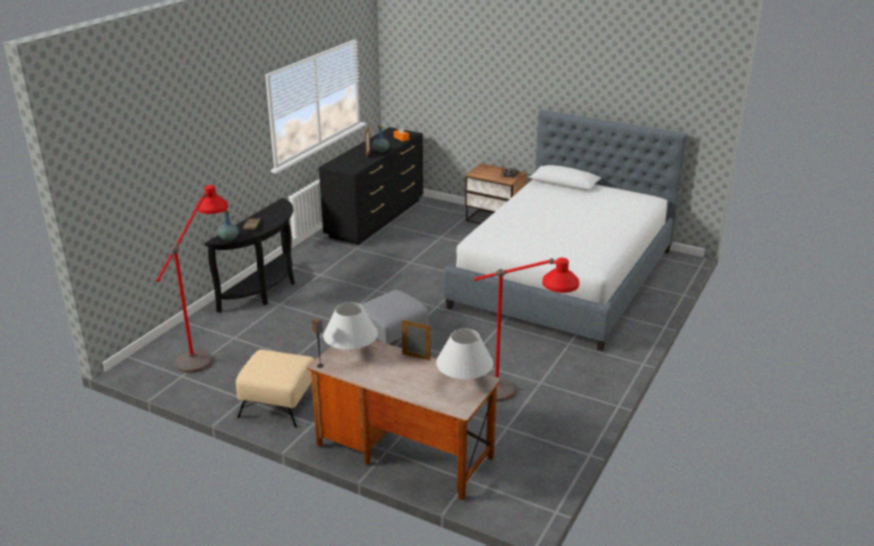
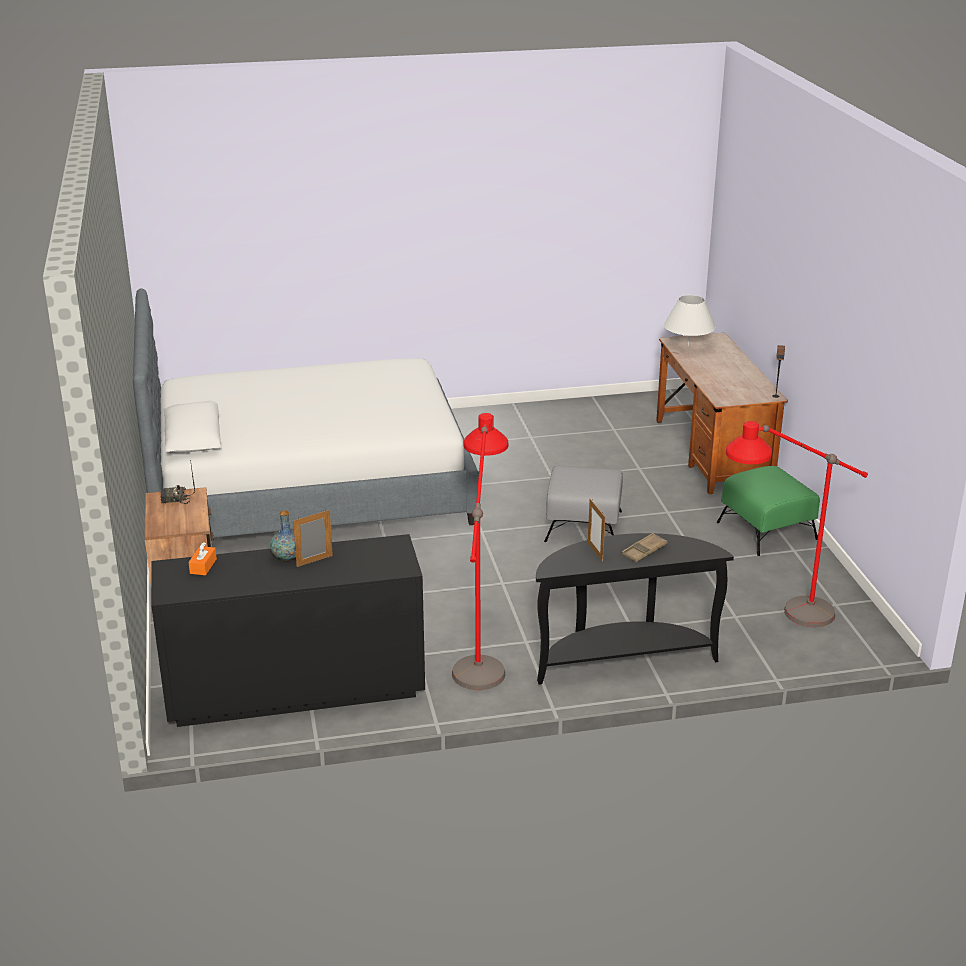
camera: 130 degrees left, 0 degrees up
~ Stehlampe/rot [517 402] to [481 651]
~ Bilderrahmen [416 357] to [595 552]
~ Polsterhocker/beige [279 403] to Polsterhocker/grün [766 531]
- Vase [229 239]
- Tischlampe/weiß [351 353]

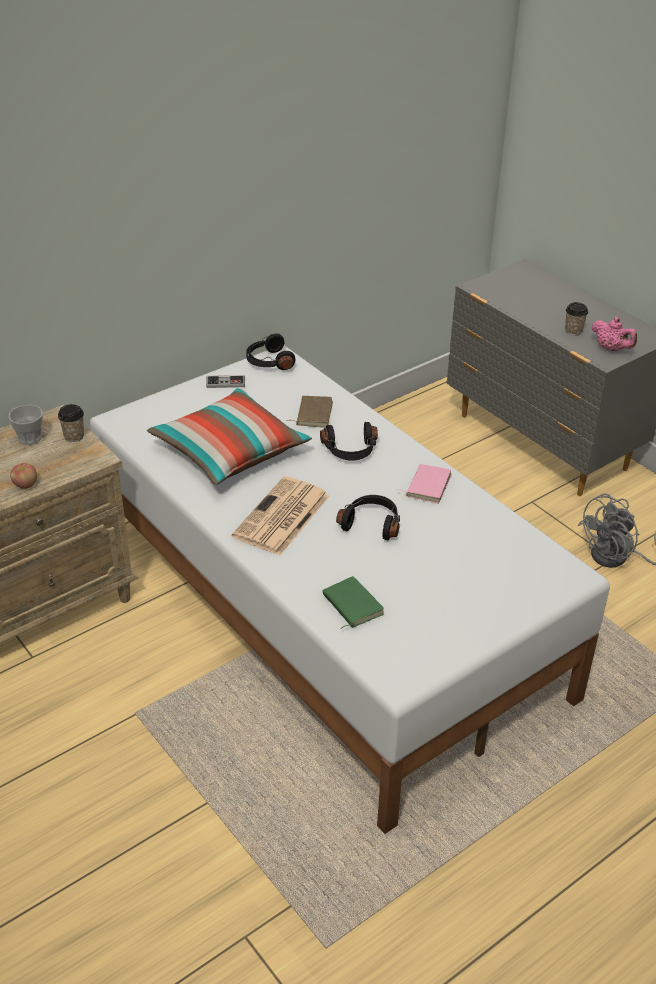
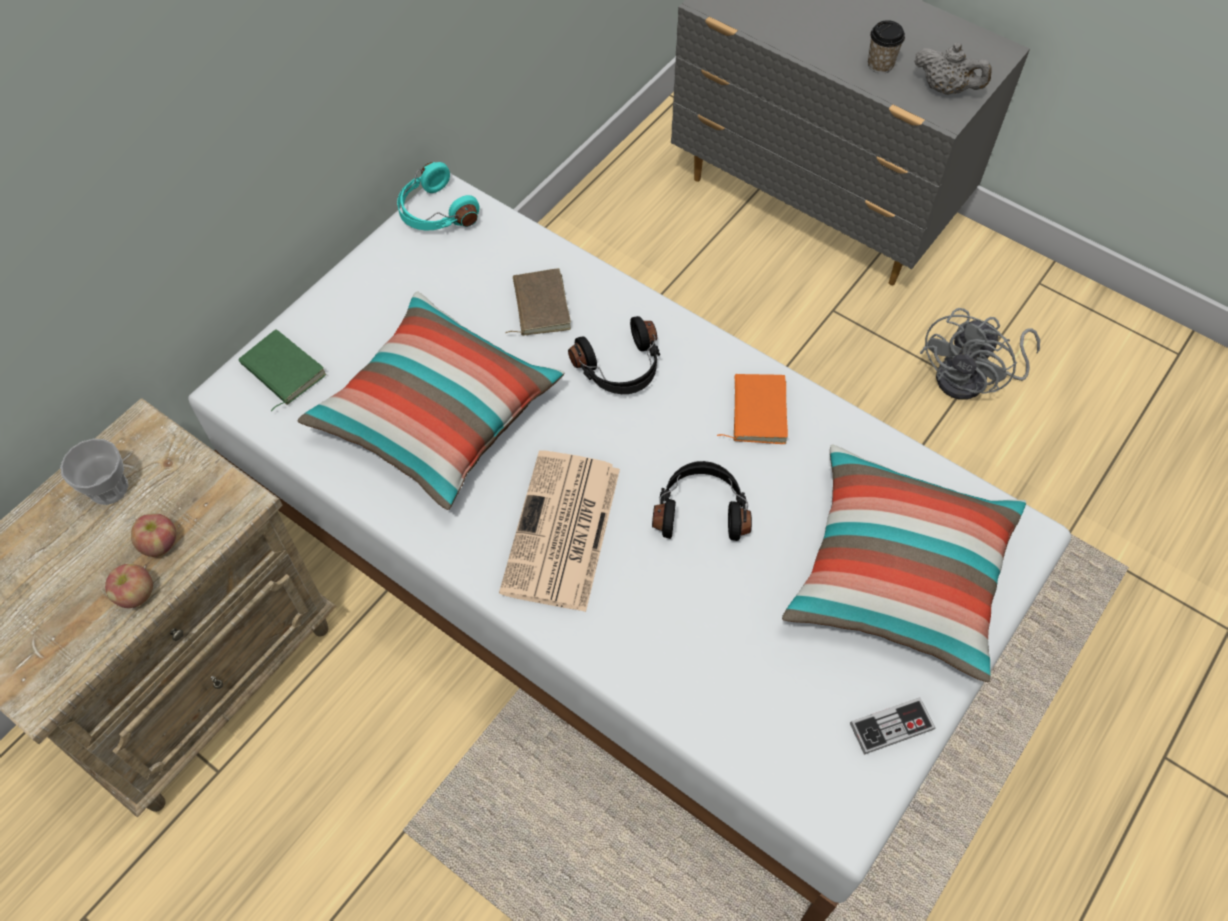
camera: 15 degrees left, 20 degrees up
+ Apfel [160 543]
~ Buch/grün [351 605] to [281 371]
~ Kopfhörer/schwarz [268 362] to Kopfhörer/türkis [435 212]
~ Buch/rosa [427 485] to Buch/orange [756 411]
+ Kissen [899 574]
~ Gamepad [225 383] to [891 726]
~ Teekanne/rosa [611 349] to Teekanne/grau [945 89]
- Tasse [74 436]

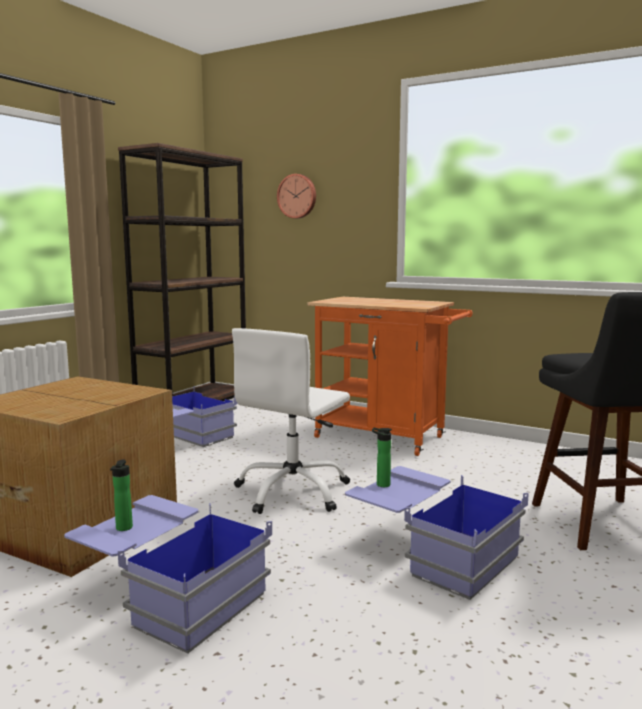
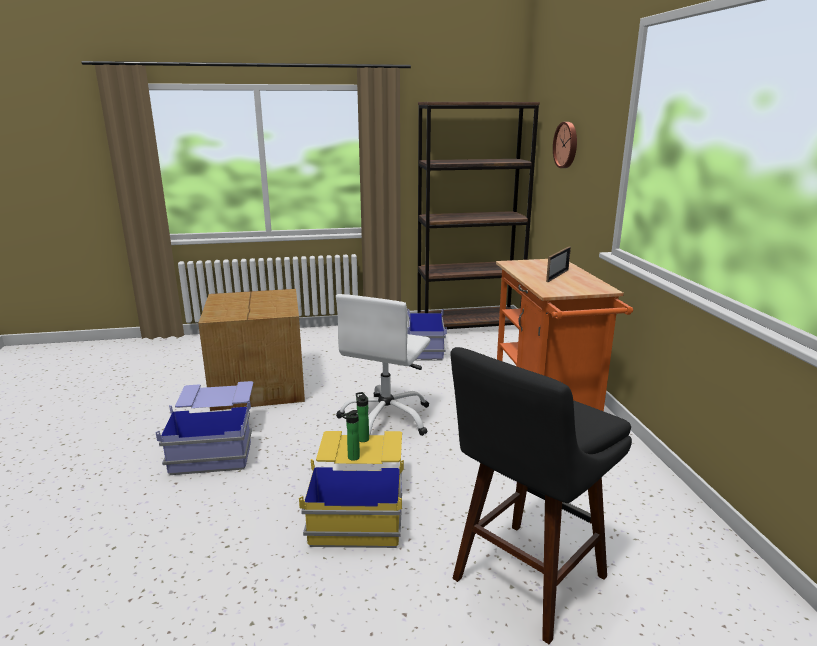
camera: 50 degrees right, 10 degrees up
~ Aufbewahrungsbox/blau [431 554] to Aufbewahrungsbox/gelb [359 507]
~ Bürostuhl/weiß [293 492] = [386 418] 60 degrees counterclockwise
~ Flasche [123 529] to [352 458]
+ Bilderrahmen [557 275]

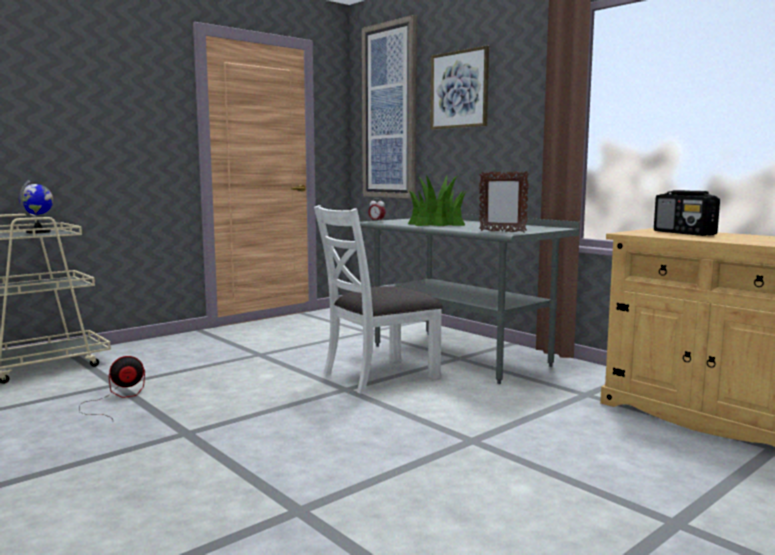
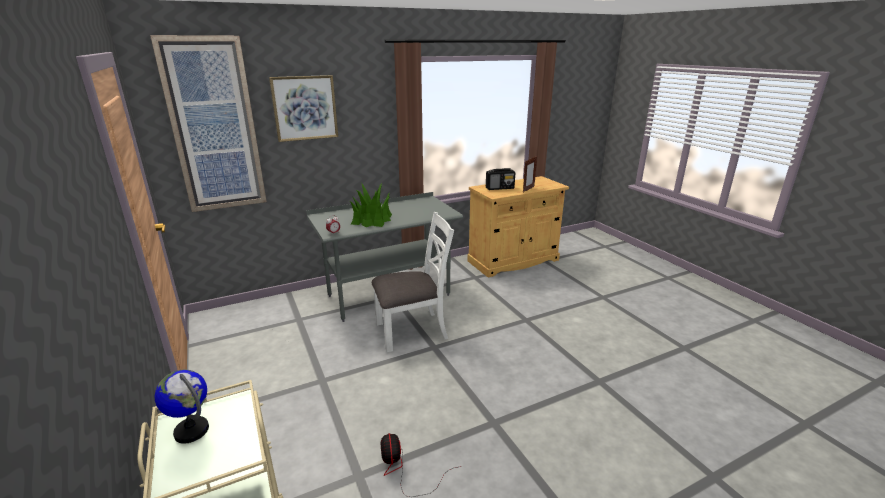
camera: 75 degrees left, 15 degrees up
~ Stuhl/weiß [379 375] = [412 330] 90 degrees counterclockwise
~ Bilderrahmen [502 231] to [528 189]

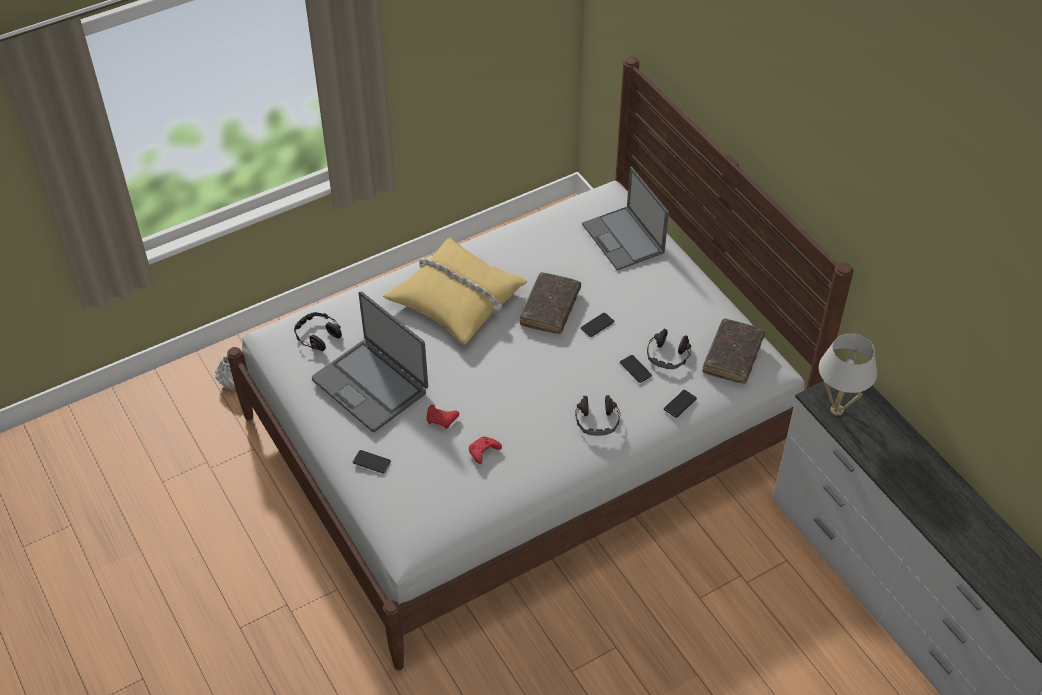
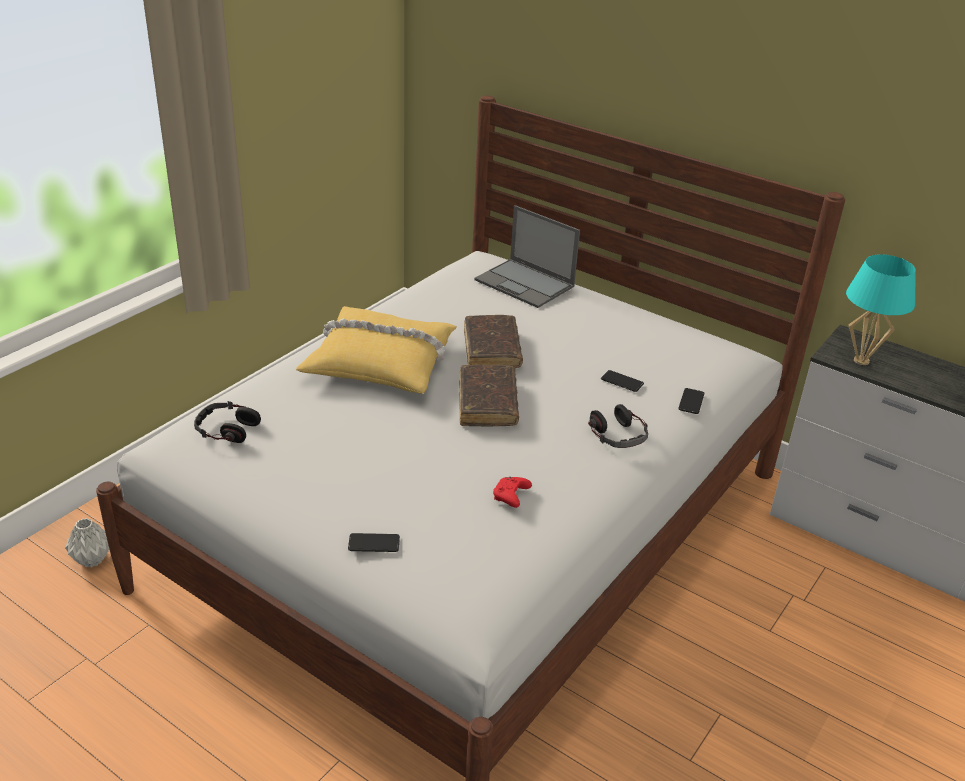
camera: 25 degrees left, 15 degrees down
~ Buch/braun [733 356] to [487 403]
~ Tischlampe/weiß [837 410] to Tischlampe/türkis [861 360]
- Laptop [371 385]
- Gamepad/rot [442 420]
- Handy [597 325]
- Kopfhörer [668 354]

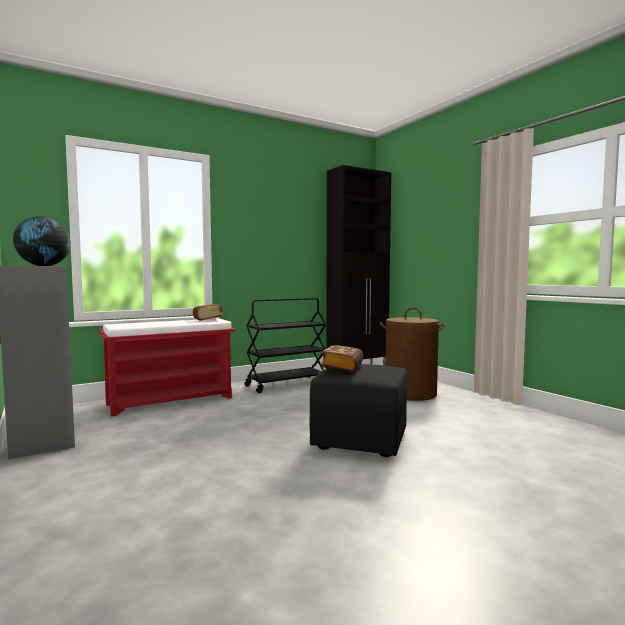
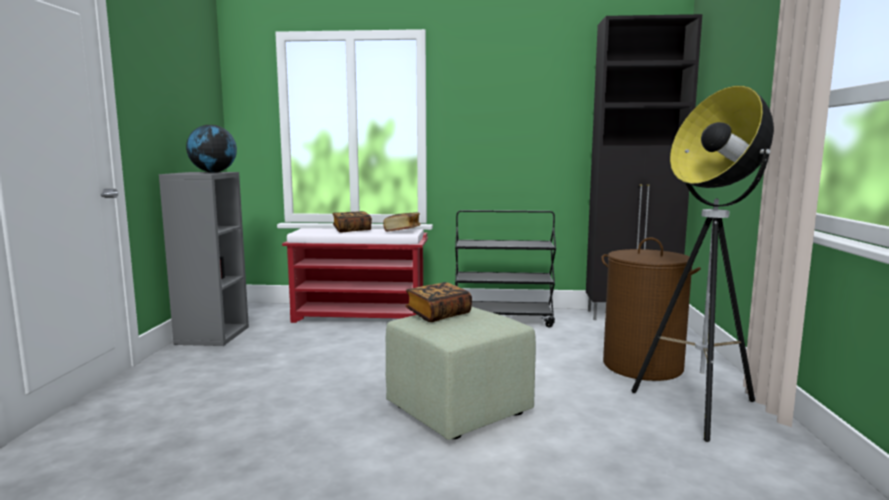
camera: 35 degrees right, 5 degrees up
+ Buch [352 230]
~ Polsterhocker/schwarz [360 441] to Polsterhocker/grün [458 411]
+ Stehlampe [700 410]

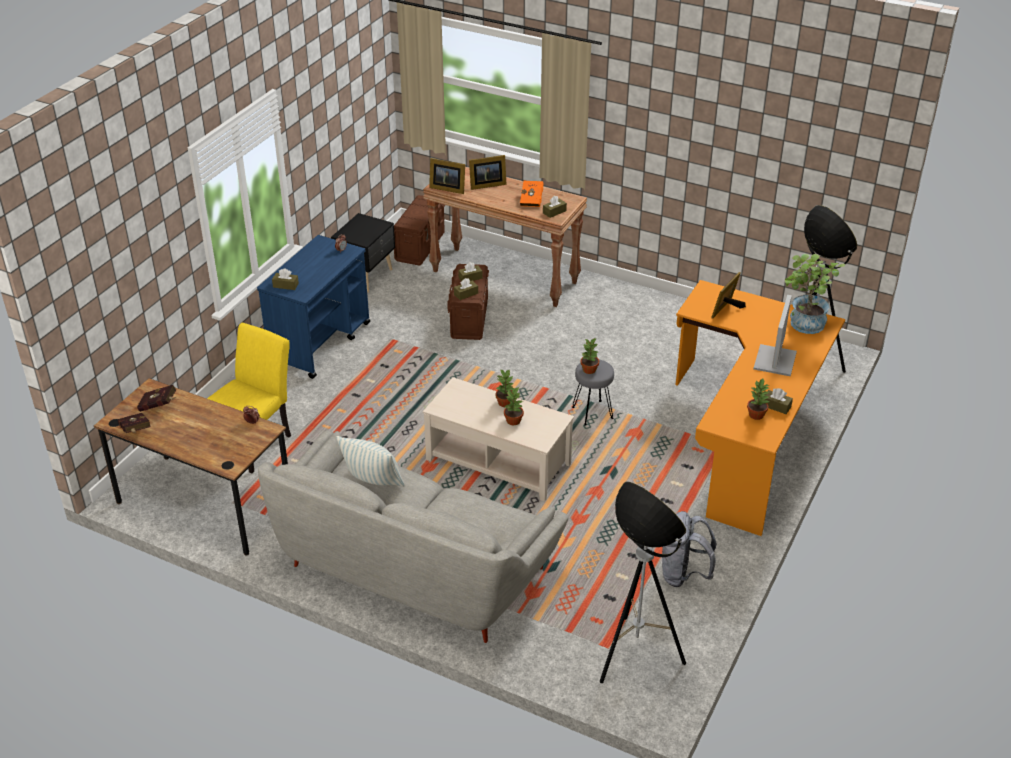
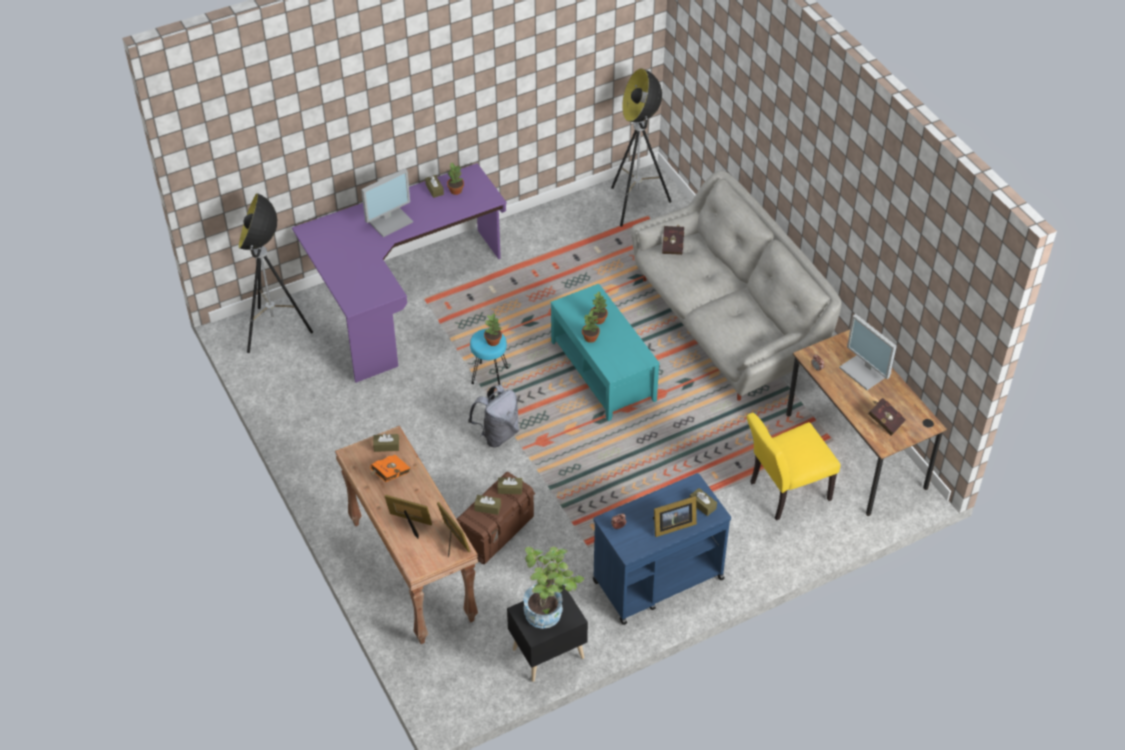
camera: 145 degrees left, 10 degrees up
~ Schreibtisch/orange [748 436] to Schreibtisch/lila [398 297]
~ Rucksack/grau [683 575] to [497 434]
~ Hocker/grau [592 412] to Hocker/türkis [489 376]
~ Topfpflanze [803 326] to [549 612]
~ Couchtisch/beige [498 462] to Couchtisch/türkis [603 371]
~ Bilderrahmen [727 309] to [672 526]
~ Buch/rot [135 432] to [673 245]
+ Monitor [866 371]
- Kissen [373 482]
- Aufbewahrungsbox/braun [420 247]

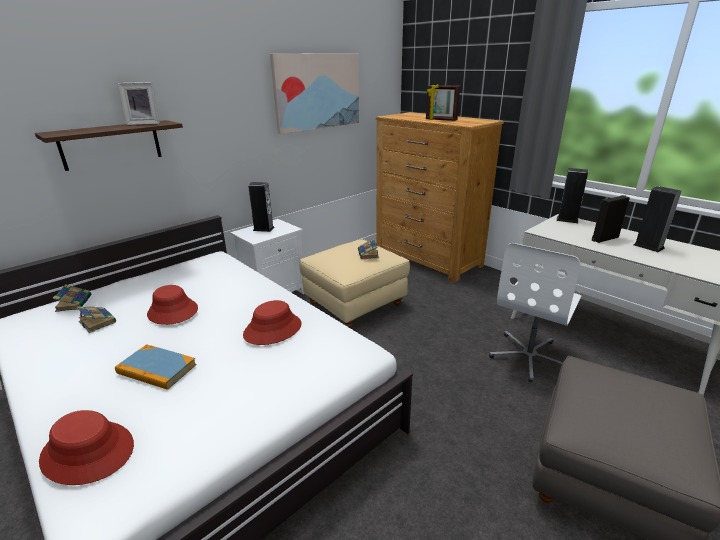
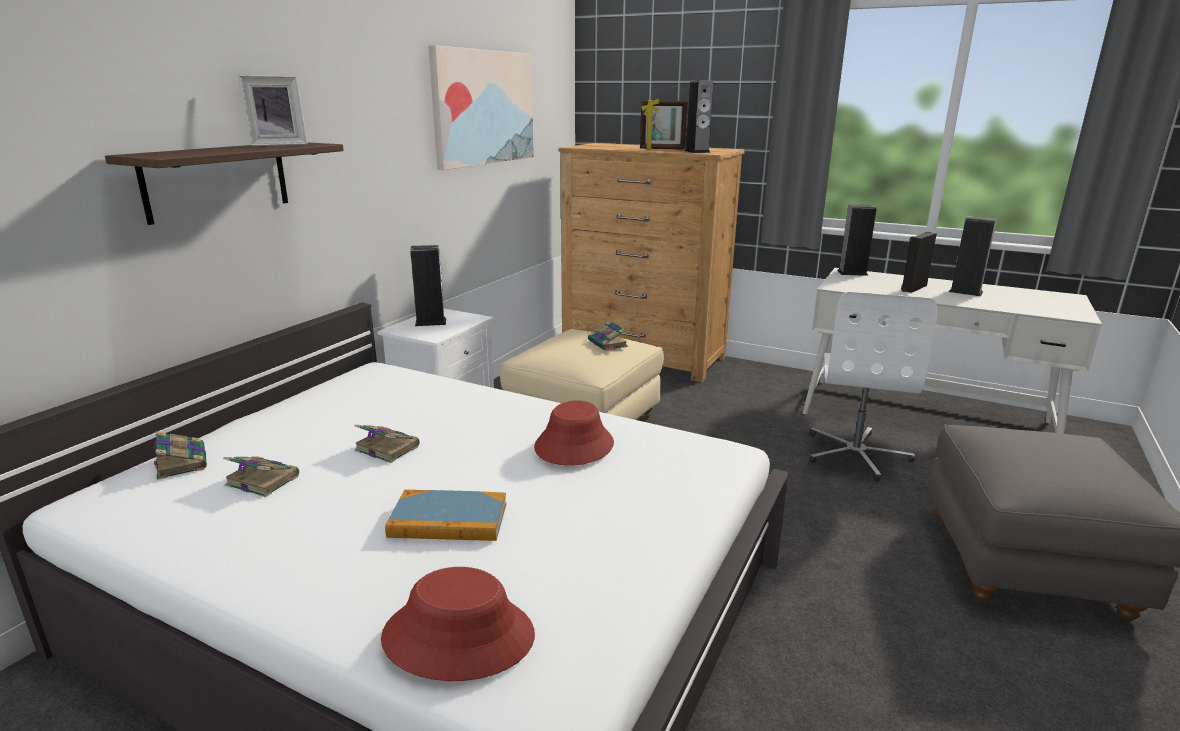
camera: 20 degrees left, 5 degrees down
~ Hut/rot [172 312] to Buch [386 448]
+ Lautsprecher [697 151]

